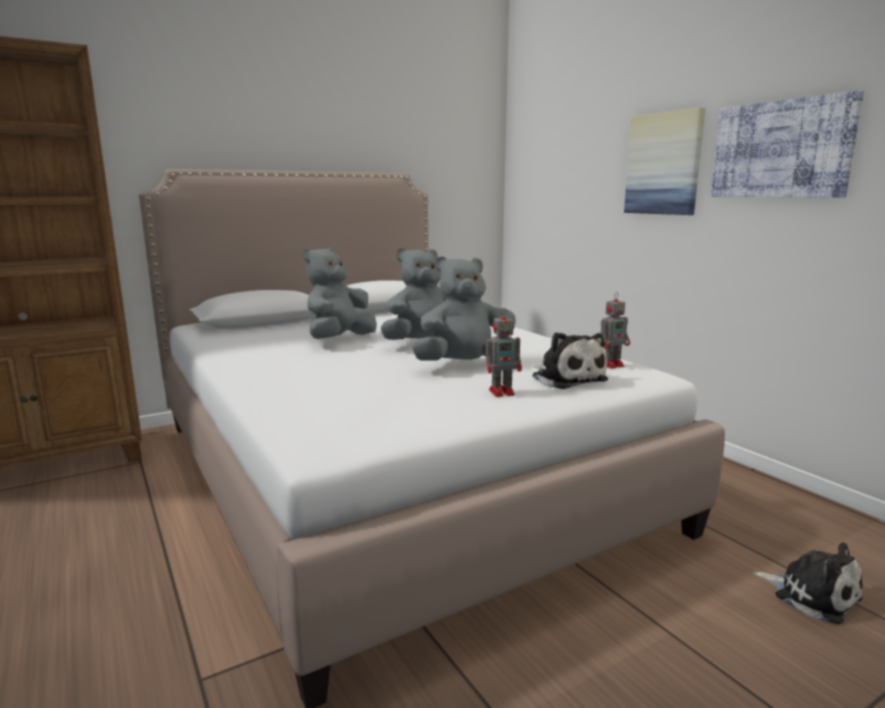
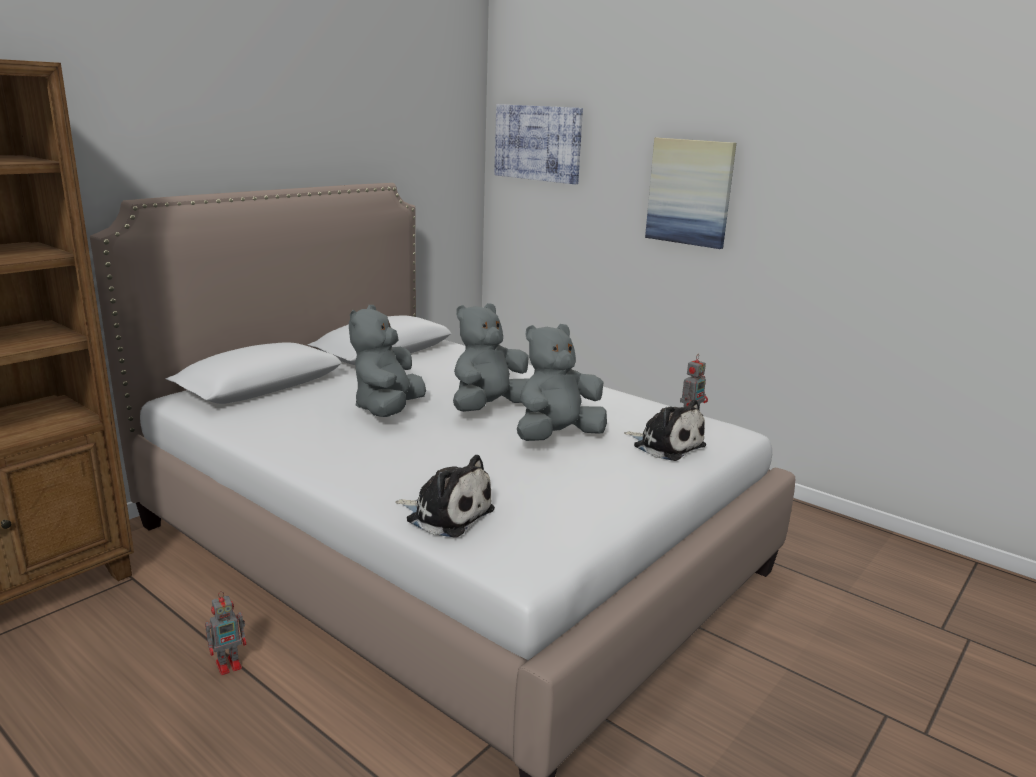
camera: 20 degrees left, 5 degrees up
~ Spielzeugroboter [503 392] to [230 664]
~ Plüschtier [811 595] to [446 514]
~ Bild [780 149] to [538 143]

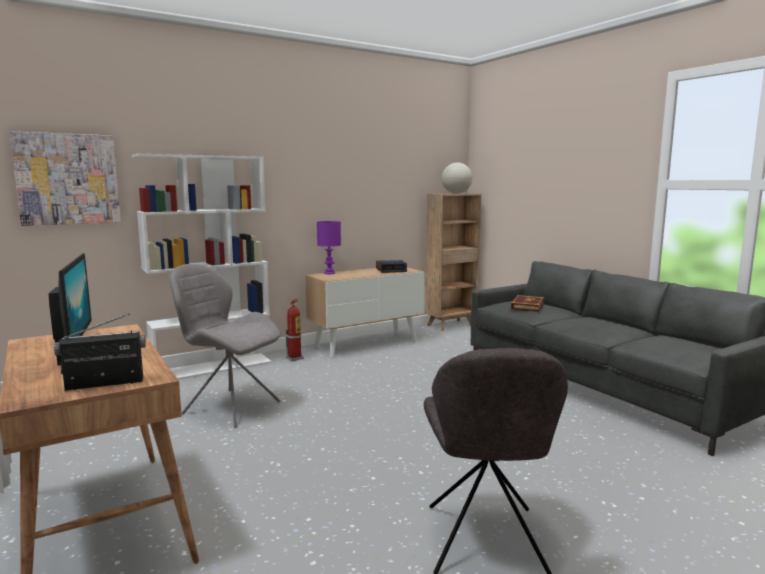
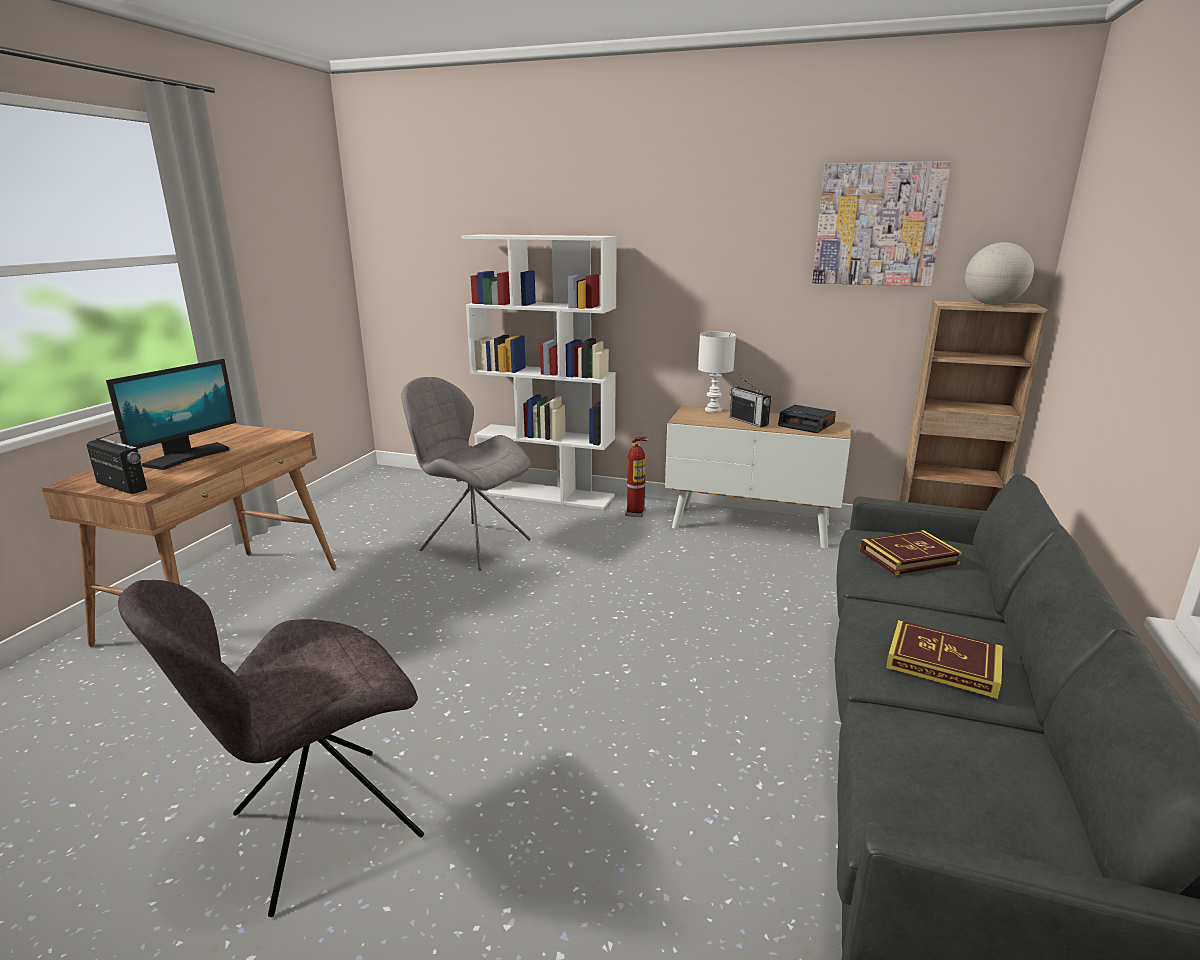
camera: 50 degrees right, 10 degrees up
~ Stuhl/grau [229 407] = [473 544] 45 degrees counterclockwise
~ Tischlampe/lila [329 273] to Tischlampe/weiß [713 410]
+ Radio [748 421]
~ Bild [68 179] to [877 225]
+ Buch [943 663]

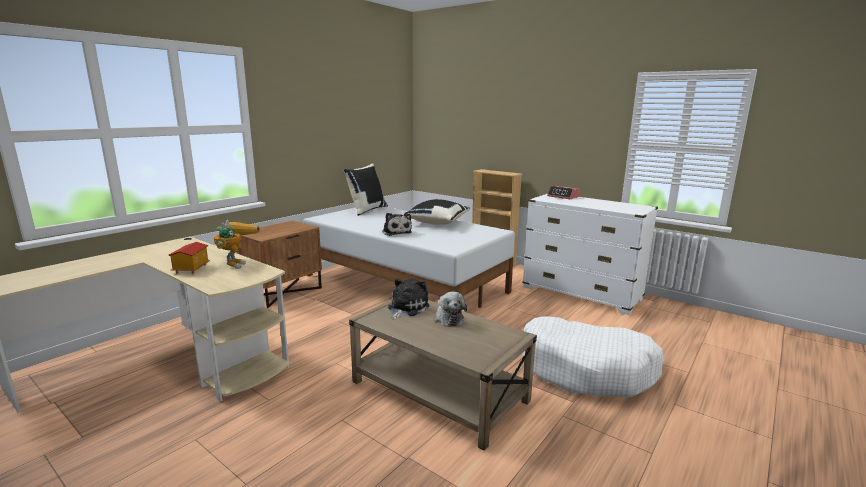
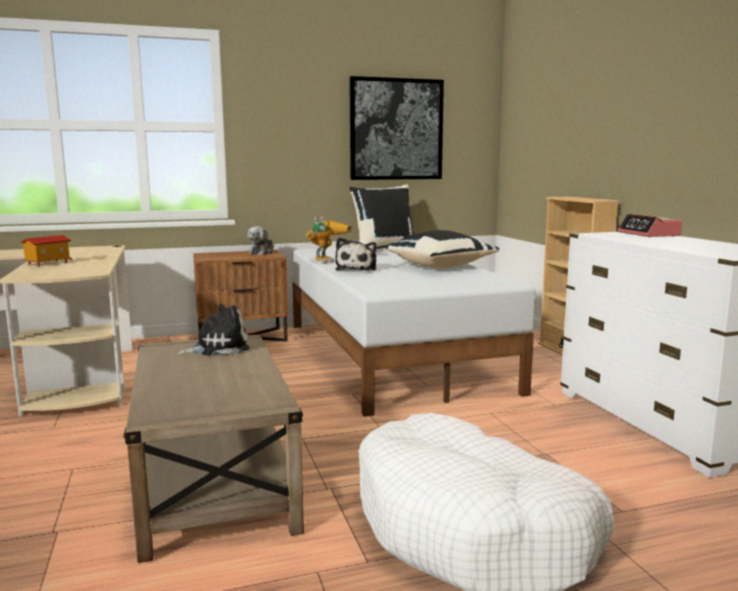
camera: 35 degrees right, 5 degrees down
~ Plüschtier [448 318] to [262 252]
~ Spielzeugroboter [236 263] to [326 261]
+ Bild [396 129]

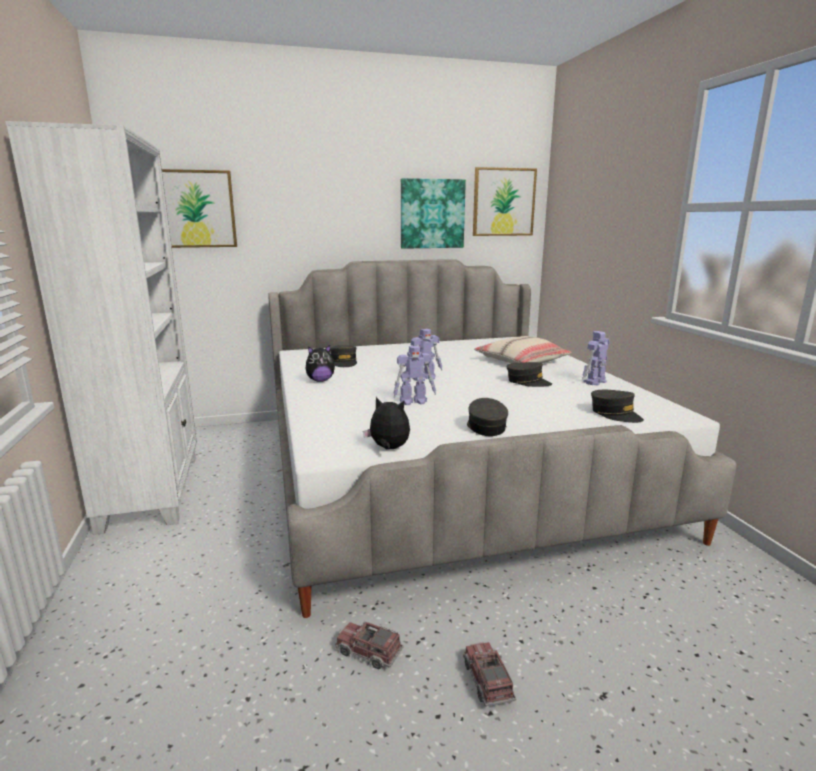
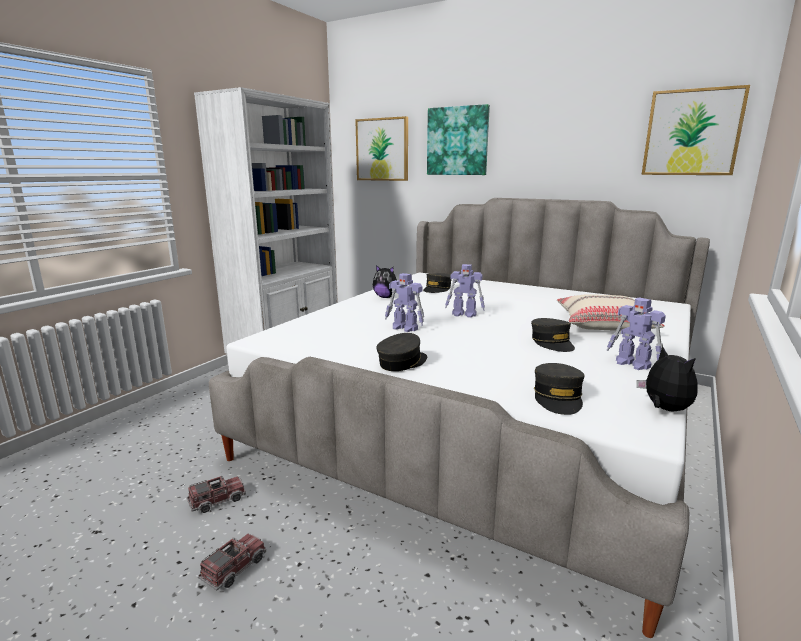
camera: 45 degrees right, 0 degrees up
~ Spielzeuglaster [369 652] = [217 500] 75 degrees clockwise
~ Bild [432 214] to [457 141]
~ Spielzeugroboter [594 382] = [633 364] 135 degrees counterclockwise
~ Plüschtier [388 449] to [664 409]

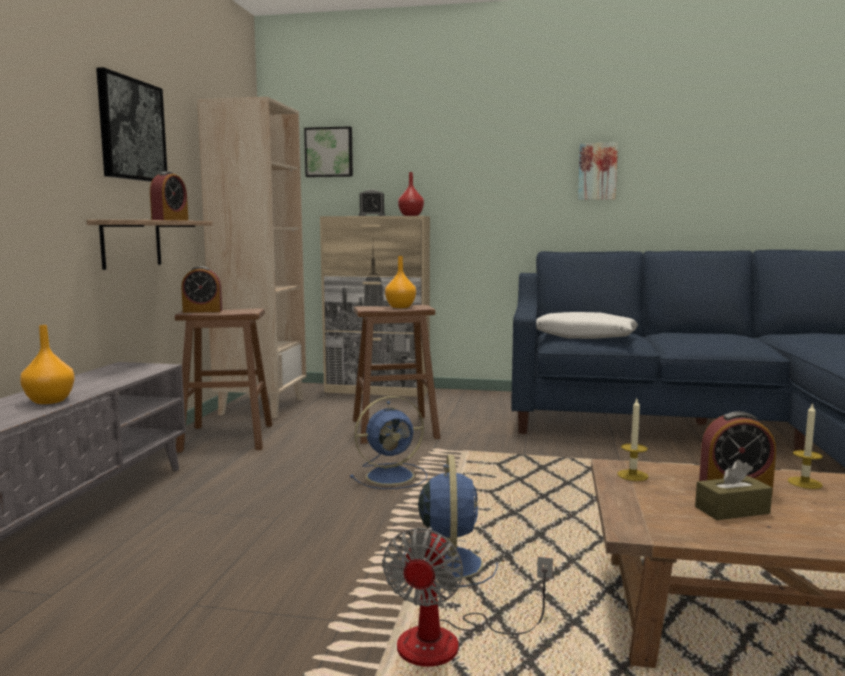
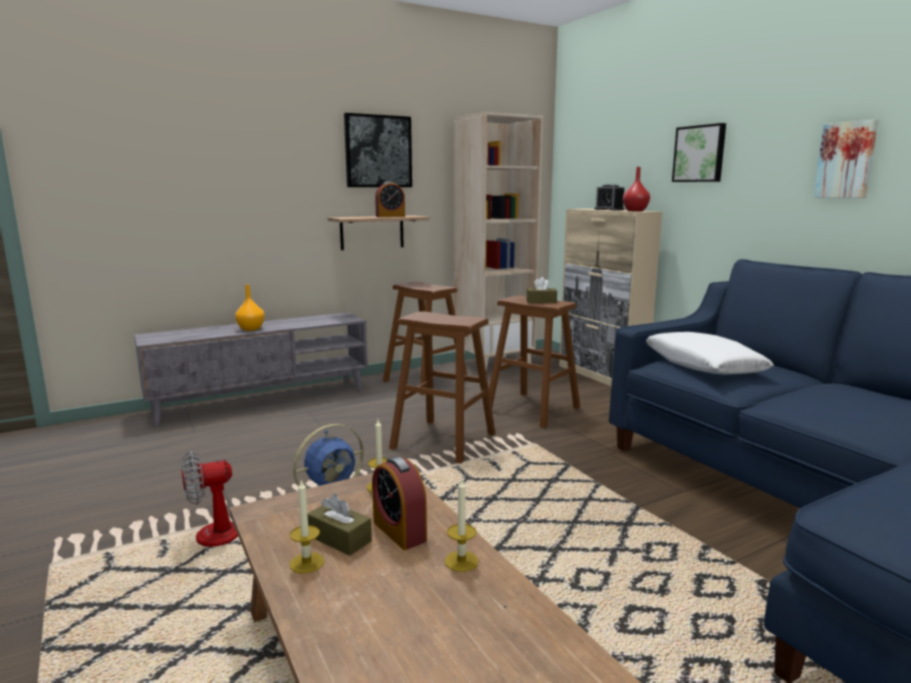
camera: 50 degrees right, 5 degrees up
+ Kerze [307 563]
~ Ventilator/blau [392 476] to Hocker/braun [444 440]
~ Vase/orange [400 307] to Taschentuchbox/braun [541 301]
~ Bild [329 152] to [700 154]
- Wecker [202 311]

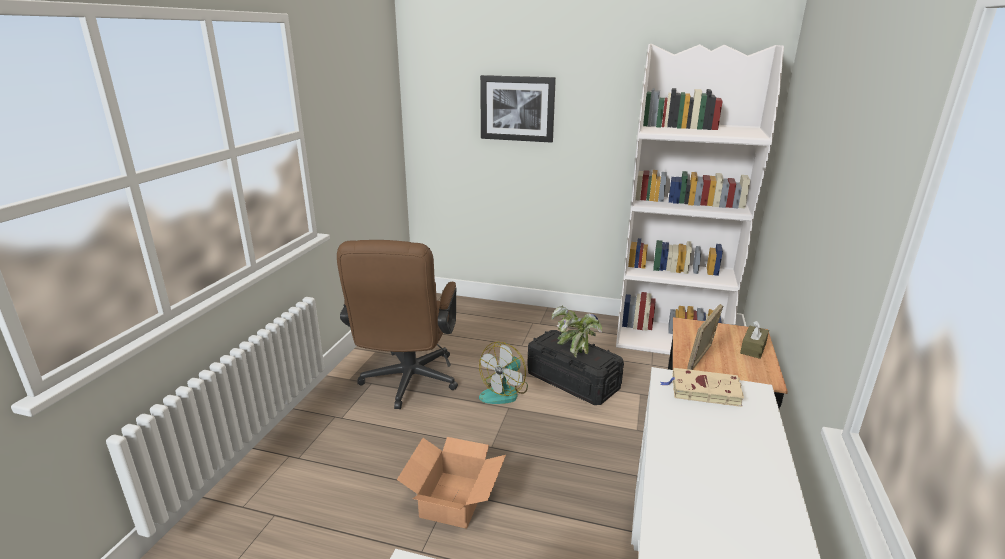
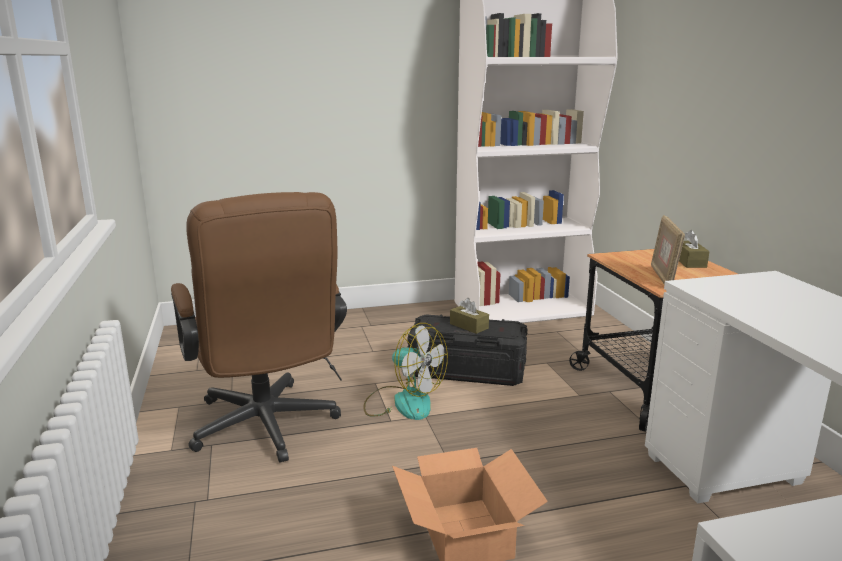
camera: 30 degrees left, 5 degrees down
~ Ventilator [504 392] = [403 402] 60 degrees counterclockwise
~ Topfpflanze [575 349] to Taschentuchbox/braun [469 326]
- Bild [517 108]
- Buch/beige [703 390]

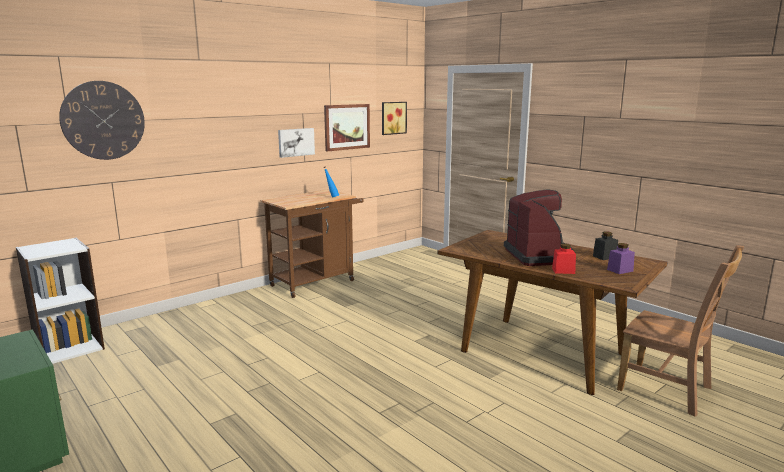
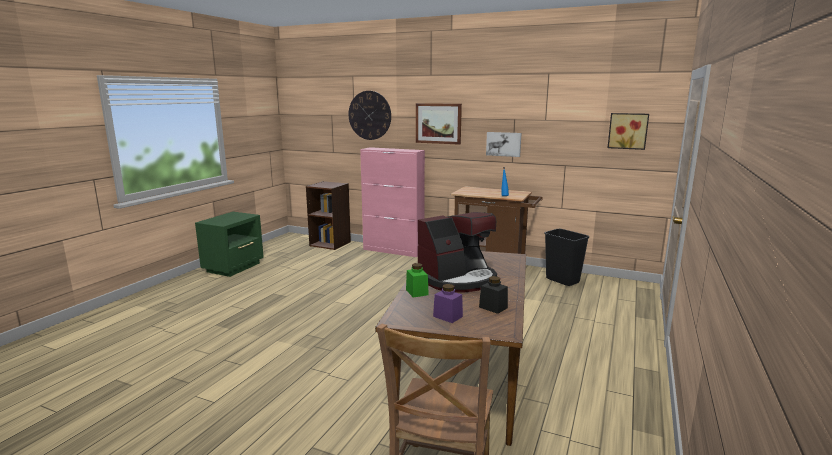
camera: 65 degrees right, 0 degrees up
~ Bücherregal/weiß [69 347] to Bücherregal/braun [330 243]
+ Schrank/rosa [393 250]
~ Vorratsglas/rot [563 271] to Vorratsglas/grün [417 292]
~ Bild [346 127] to [438 123]
+ Mülleimer/schwarz [563 280]

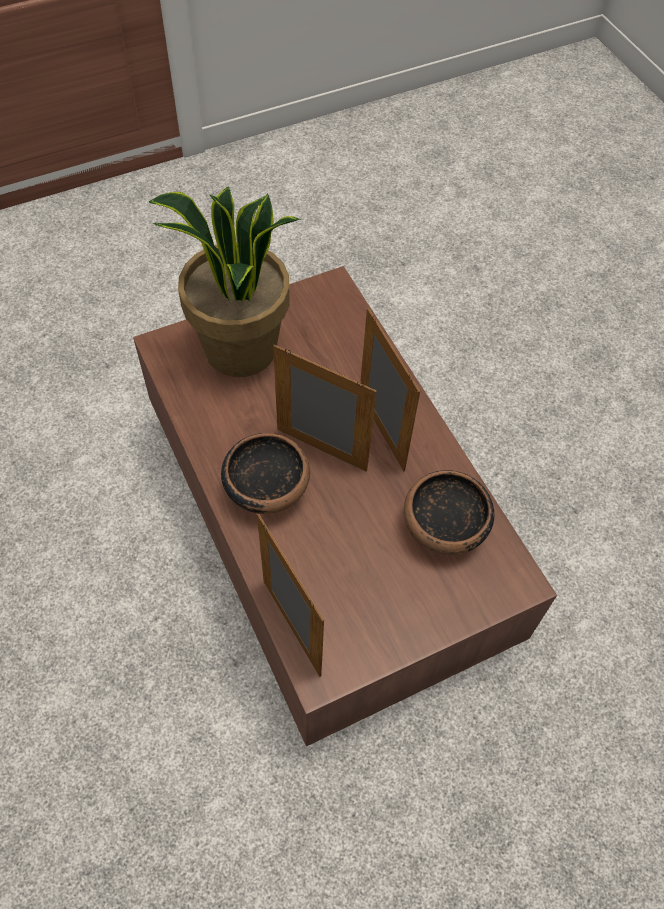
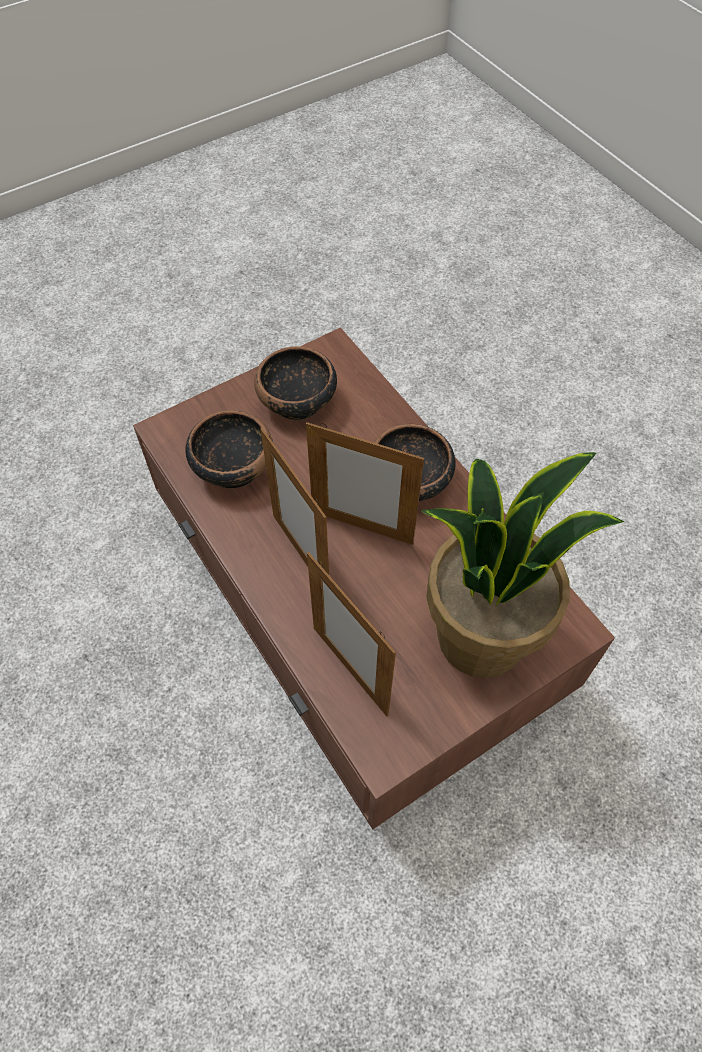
camera: 175 degrees right, 0 degrees up
+ Schüssel [297 402]
~ Bilderrahmen [291 628] to [350 670]

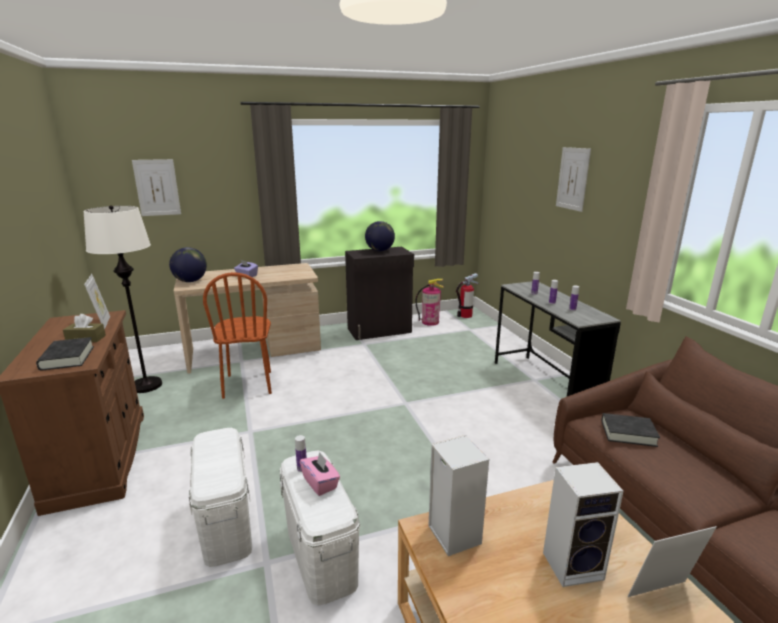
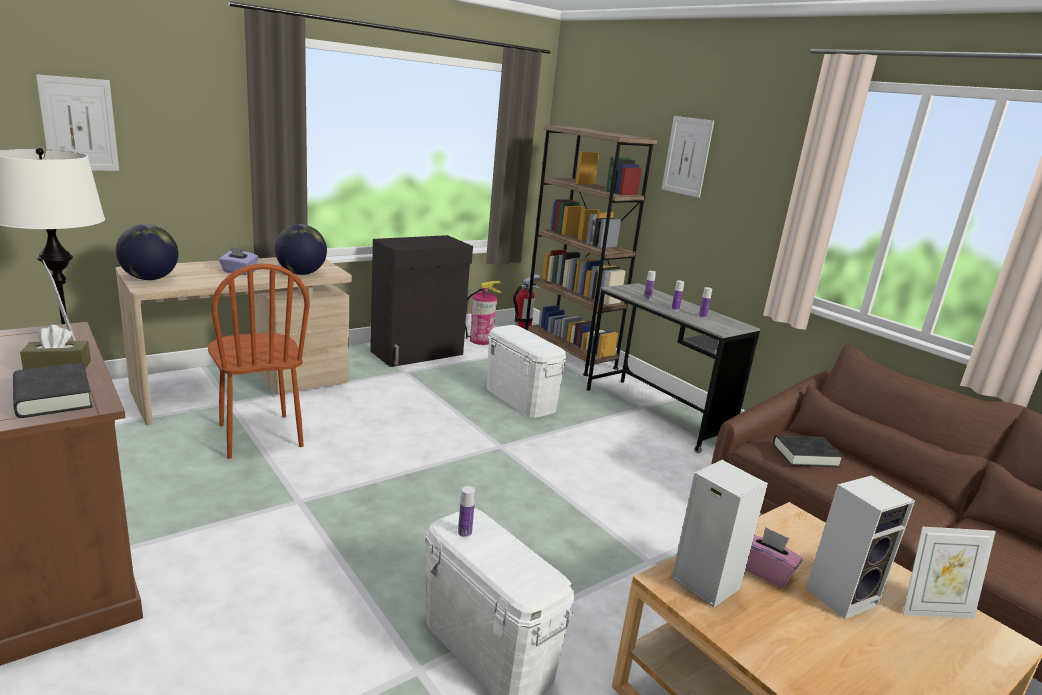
camera: 20 degrees left, 0 degrees up
~ Globus [380 251] to [301 273]
~ Aufbewahrungsbox/weiß [226 524] to [521 399]
+ Bücherregal/braun [568 354]
~ Taschentuchbox/rosa [320 483] to [765 571]
~ Bilderrahmen [662 595] = [934 610] 150 degrees counterclockwise

